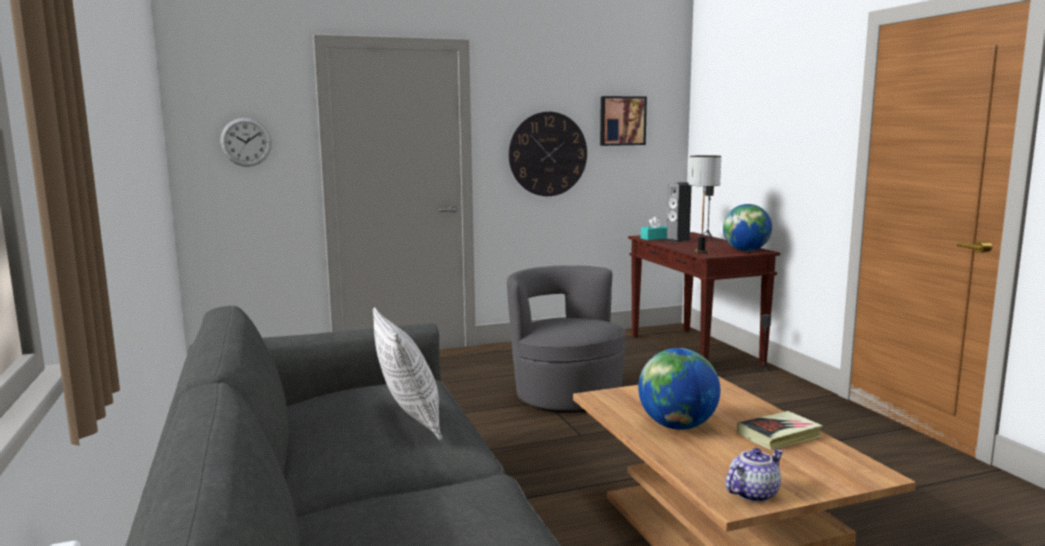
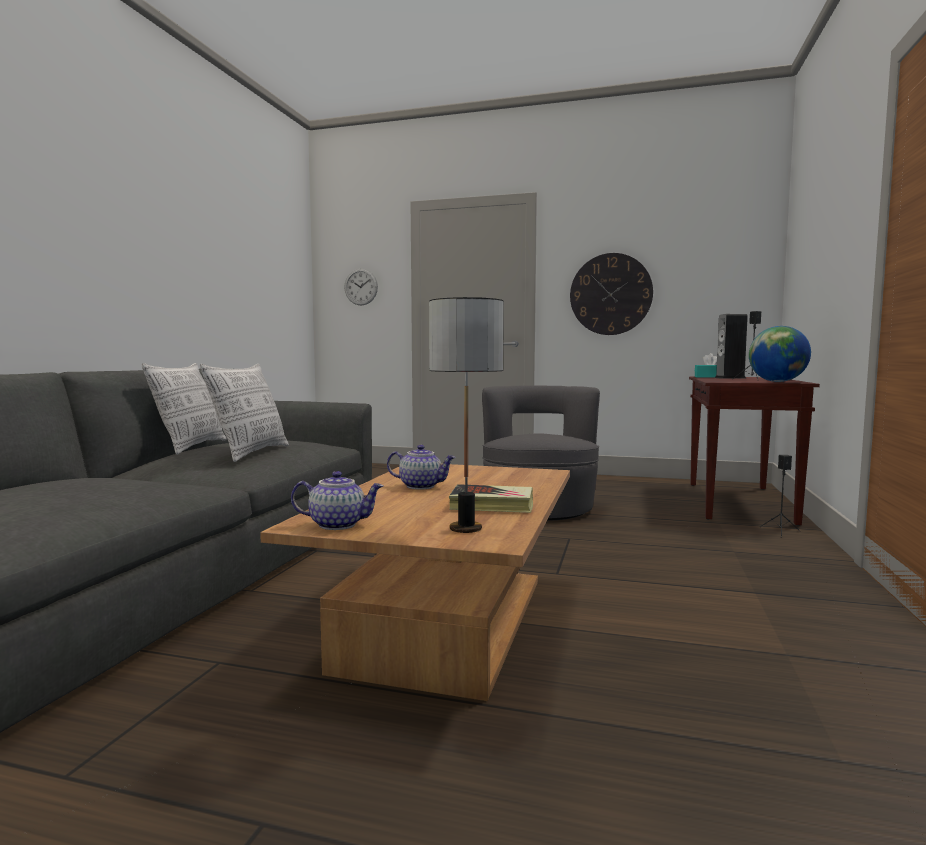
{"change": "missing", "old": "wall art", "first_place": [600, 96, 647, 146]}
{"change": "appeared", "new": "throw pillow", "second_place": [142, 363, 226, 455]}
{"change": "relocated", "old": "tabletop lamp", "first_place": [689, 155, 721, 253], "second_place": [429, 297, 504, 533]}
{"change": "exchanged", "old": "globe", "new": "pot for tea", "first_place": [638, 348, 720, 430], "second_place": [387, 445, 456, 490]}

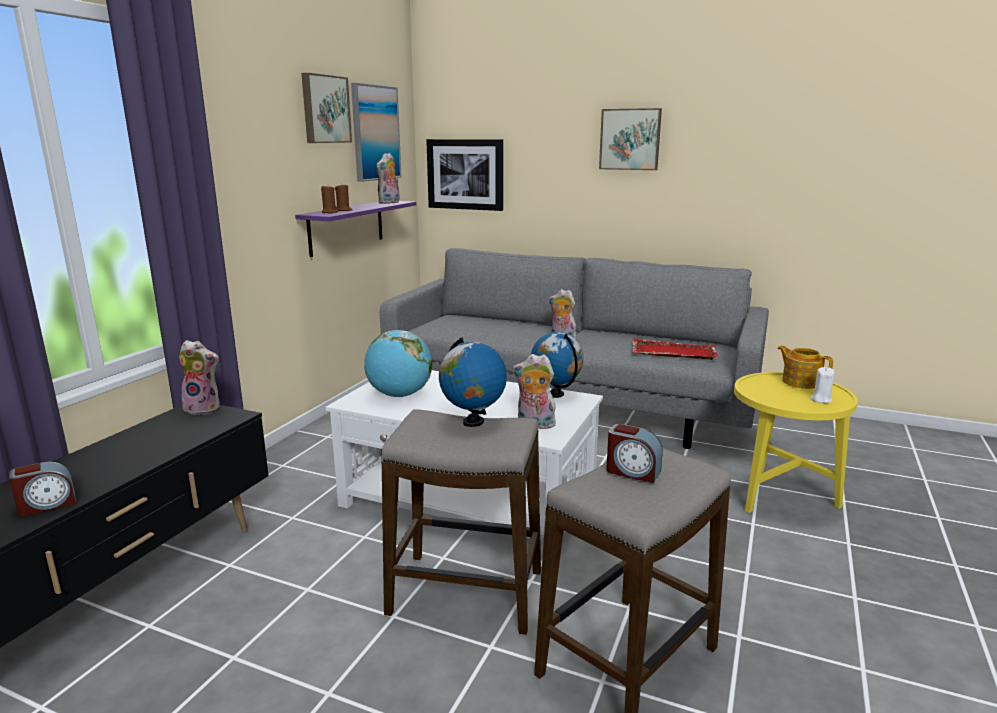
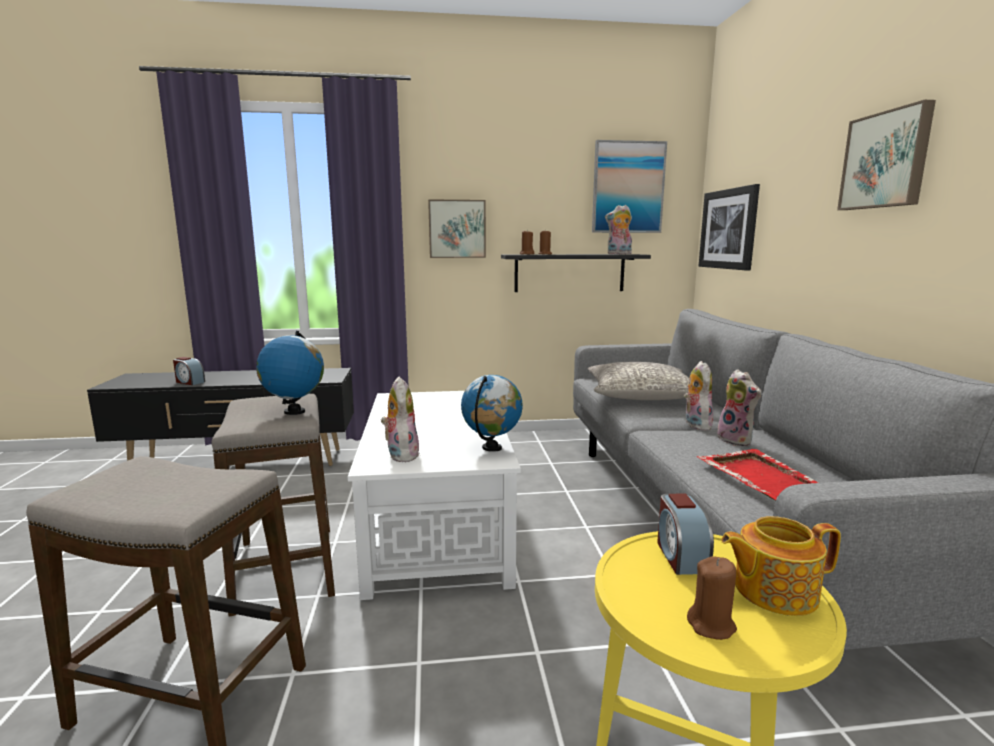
{"change": "missing", "old": "globe", "first_place": [364, 330, 432, 397]}
{"change": "appeared", "new": "gray throw pillow", "second_place": [587, 362, 689, 400]}
{"change": "relocated", "old": "cuddly toy", "first_place": [179, 340, 220, 415], "second_place": [717, 369, 761, 446]}
{"change": "relocated", "old": "wall art", "first_place": [301, 73, 352, 143], "second_place": [428, 199, 486, 258]}
{"change": "relocated", "old": "bedside clock", "first_place": [606, 424, 663, 483], "second_place": [657, 494, 714, 575]}
{"change": "colour", "old": "purple-coloured shelf", "new": "black-coloured shelf", "first_place": [295, 201, 416, 257], "second_place": [501, 254, 651, 292]}
{"change": "colour", "old": "white wax candle", "new": "brown wax candle", "first_place": [810, 367, 835, 403], "second_place": [687, 556, 737, 640]}
{"change": "spun", "old": "pot for tea", "first_place": [777, 346, 833, 389], "second_place": [721, 516, 841, 616], "degrees": -120}

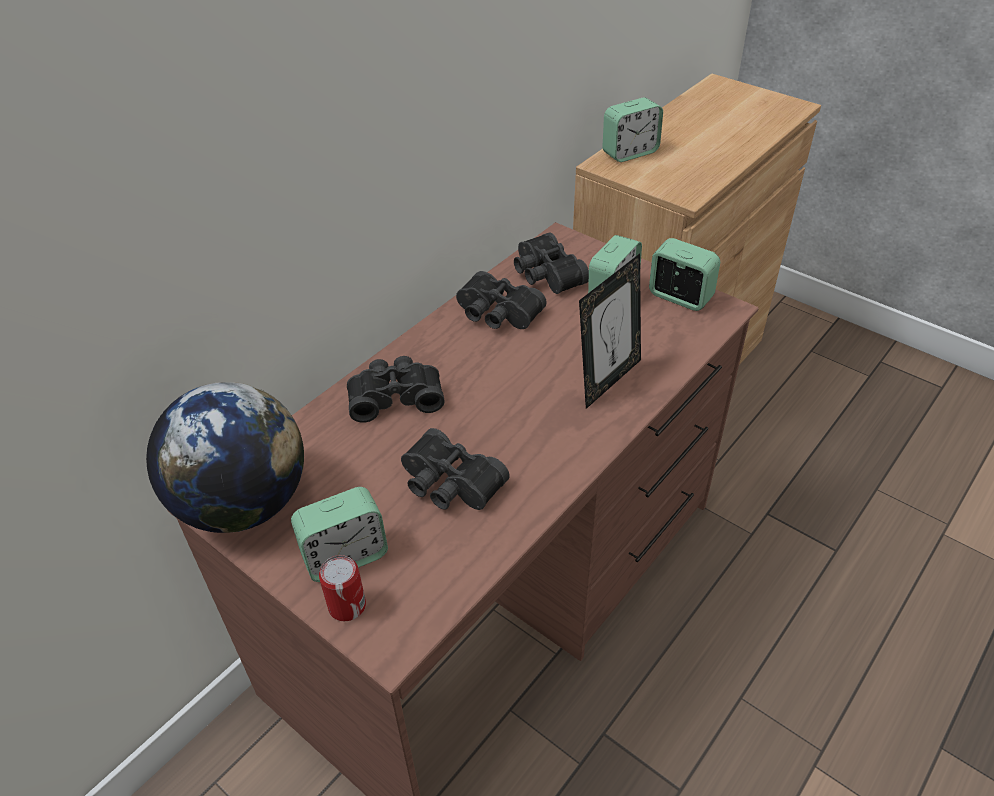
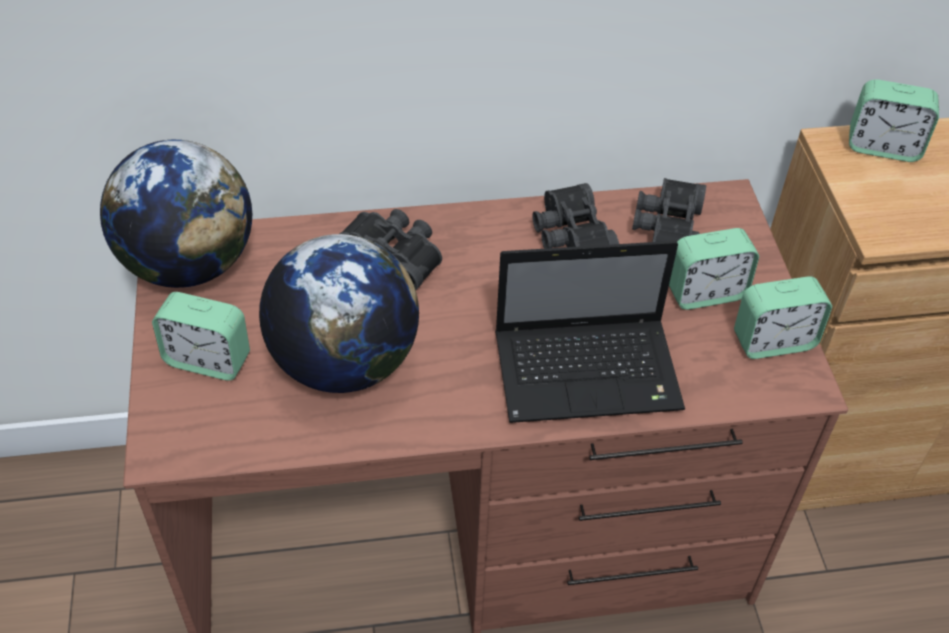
{"change": "missing", "old": "can", "first_place": [319, 555, 366, 621]}
{"change": "exchanged", "old": "black-coloured binoculars", "new": "globe", "first_place": [401, 428, 510, 510], "second_place": [259, 234, 419, 393]}
{"change": "exchanged", "old": "photo frame", "new": "laptop", "first_place": [579, 254, 641, 409], "second_place": [495, 241, 685, 423]}
{"change": "spun", "old": "bedside clock", "first_place": [649, 238, 720, 311], "second_place": [734, 276, 832, 359], "degrees": 90}

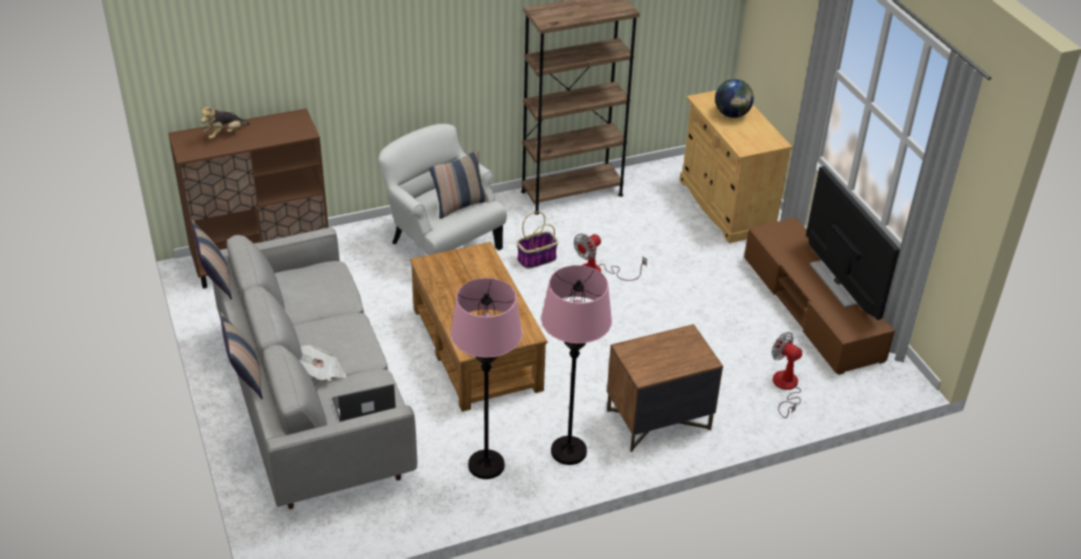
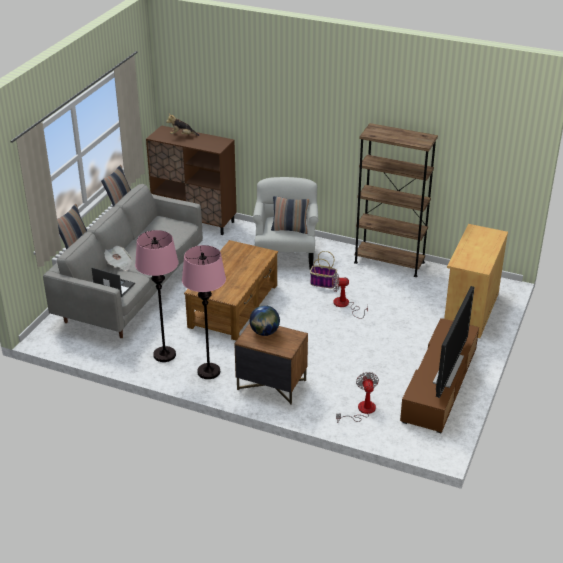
{"change": "relocated", "old": "globe", "first_place": [715, 79, 754, 118], "second_place": [249, 305, 280, 336]}

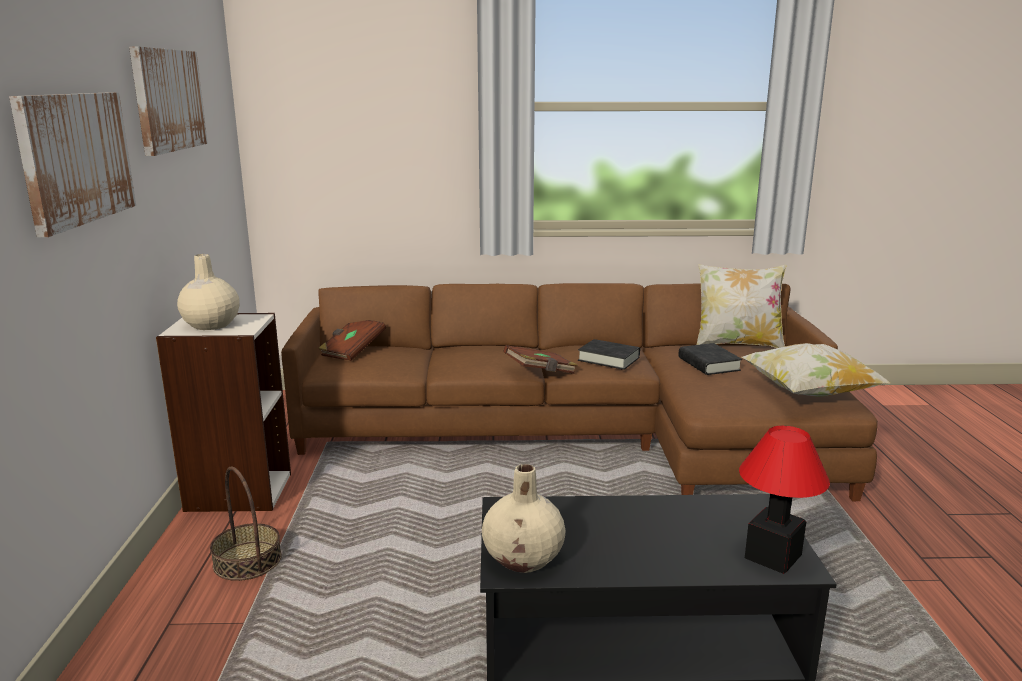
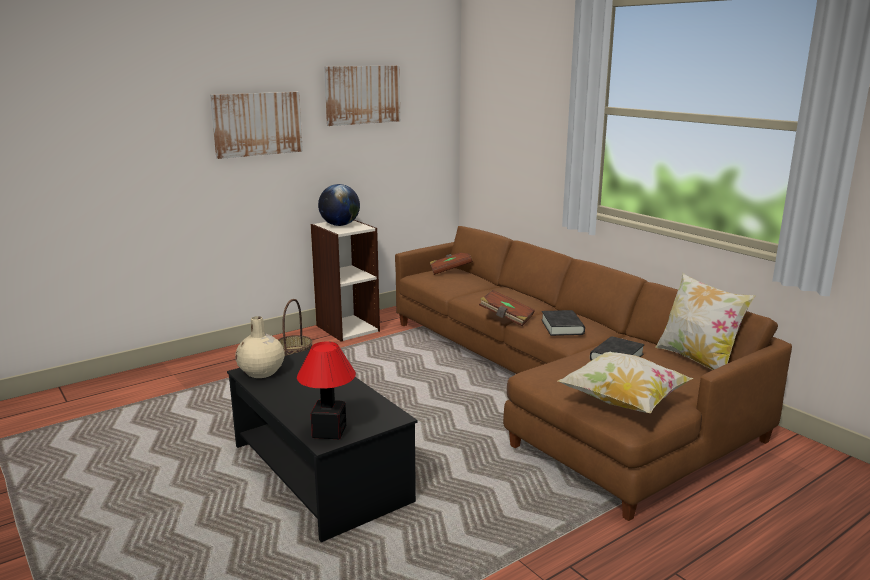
{"change": "exchanged", "old": "sand-coloured flower vase", "new": "globe", "first_place": [177, 254, 240, 330], "second_place": [318, 184, 360, 226]}

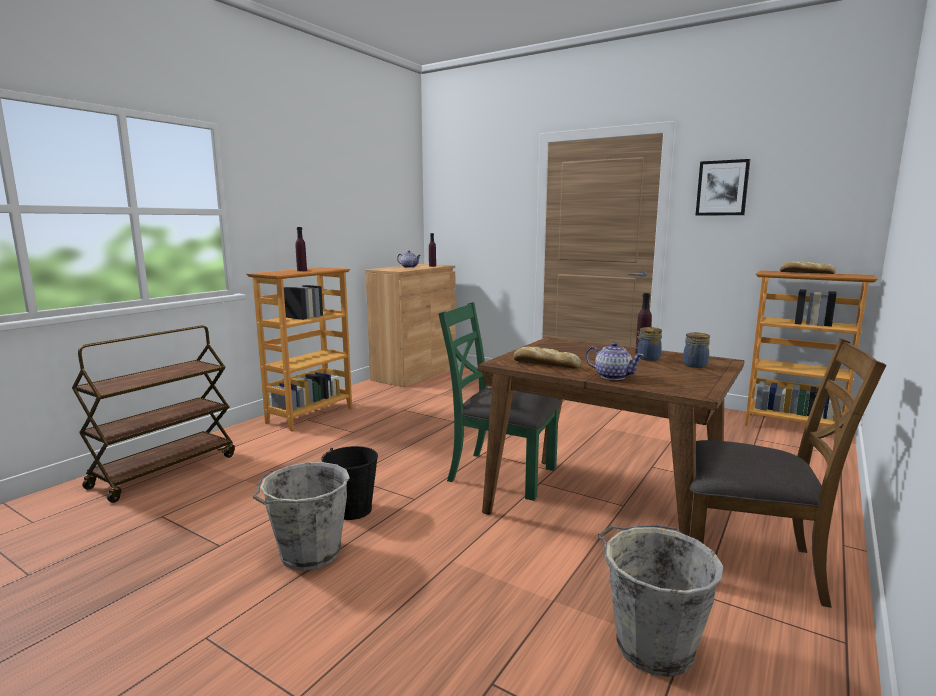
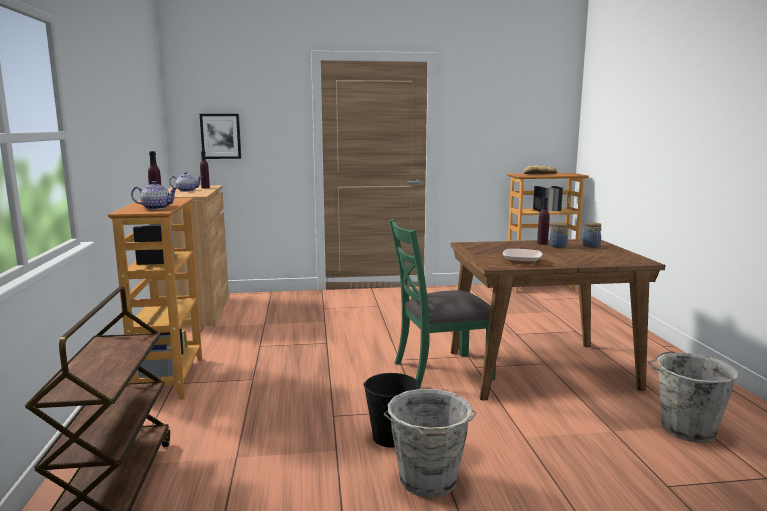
{"change": "missing", "old": "brown chair", "first_place": [689, 338, 886, 608]}
{"change": "relocated", "old": "pot for tea", "first_place": [586, 342, 644, 380], "second_place": [131, 181, 178, 210]}
{"change": "relocated", "old": "wall art", "first_place": [695, 159, 750, 216], "second_place": [200, 114, 241, 159]}
{"change": "exchanged", "old": "bakery bread", "new": "bowl", "first_place": [513, 347, 581, 368], "second_place": [503, 249, 543, 265]}

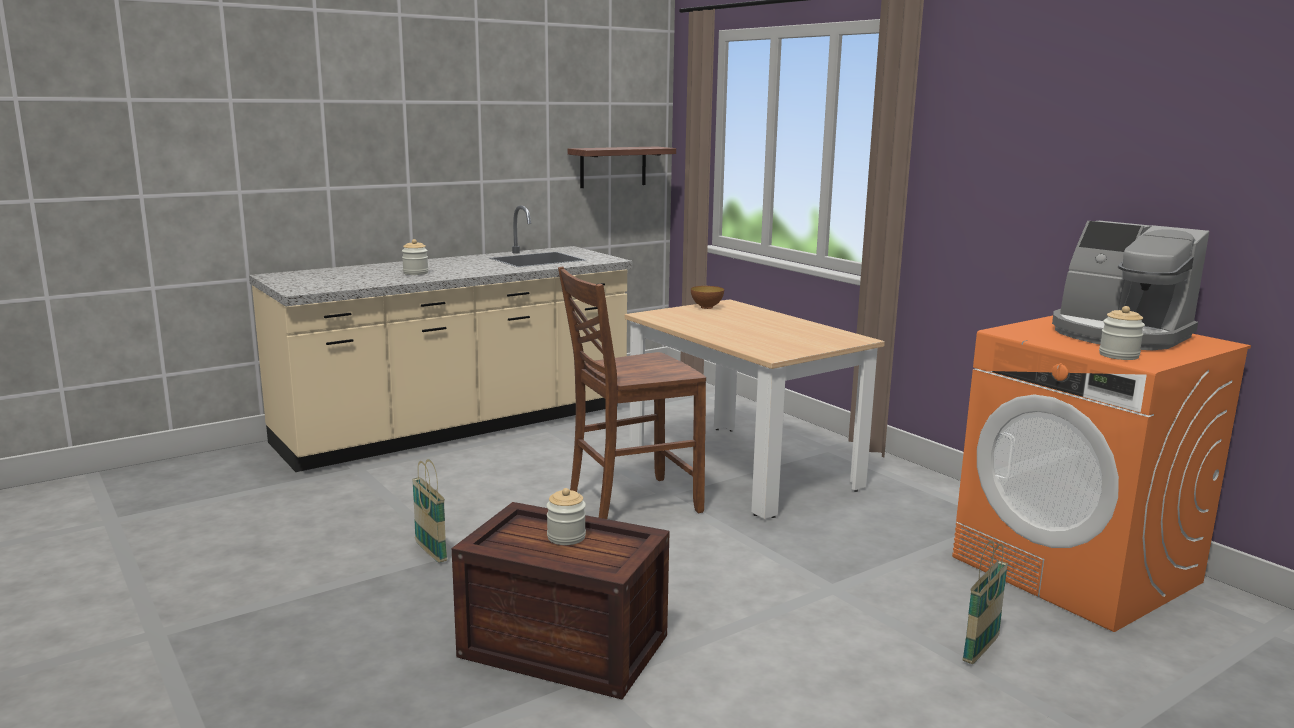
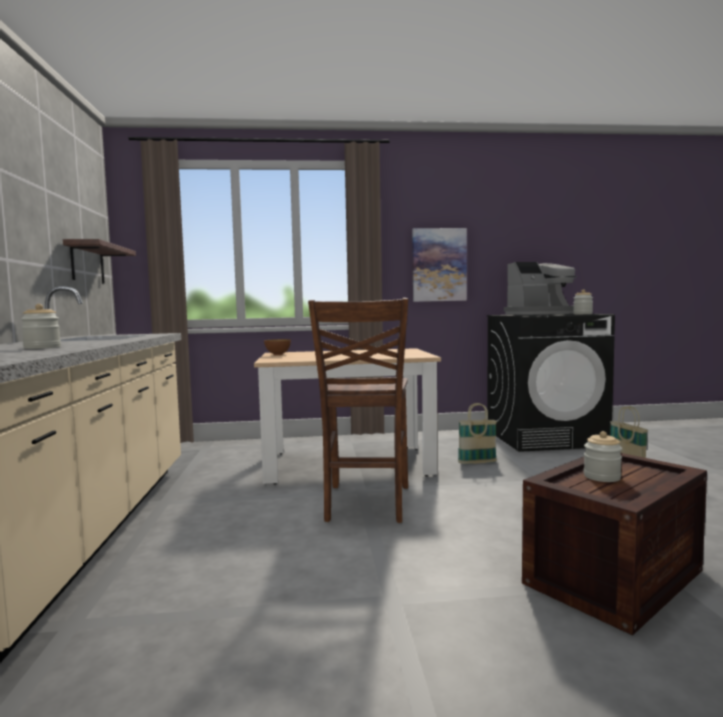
{"change": "appeared", "new": "wall art", "second_place": [412, 228, 467, 302]}
{"change": "relocated", "old": "basket", "first_place": [412, 459, 447, 563], "second_place": [458, 403, 497, 464]}
{"change": "colour", "old": "orangey laundry machine", "new": "black-coloured laundry machine", "first_place": [952, 316, 1251, 632], "second_place": [487, 314, 615, 452]}

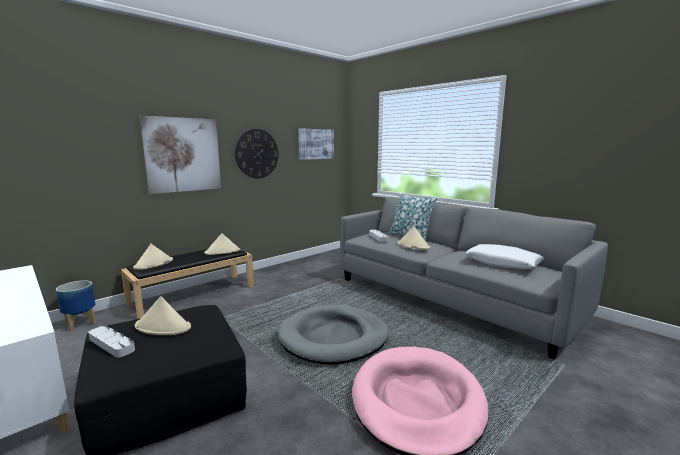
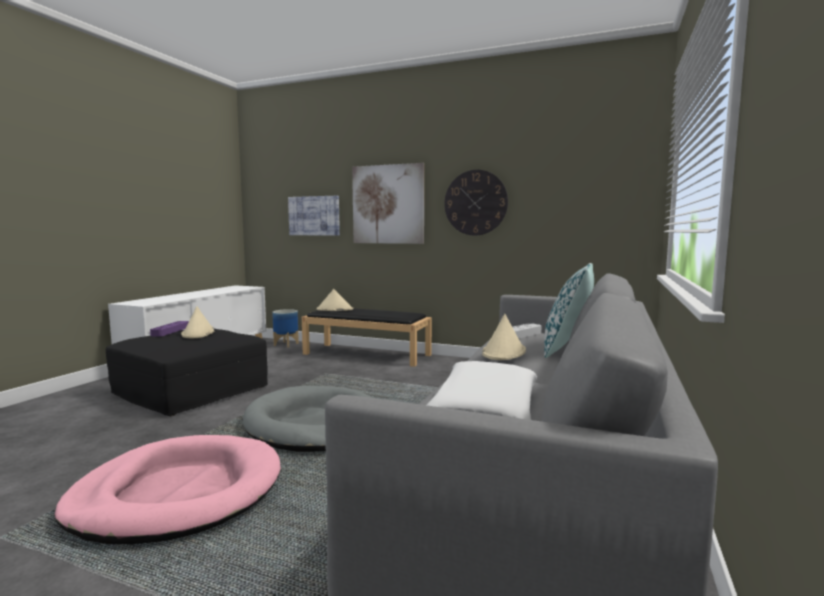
{"change": "missing", "old": "sand-coloured clothing hat", "first_place": [204, 233, 240, 255]}
{"change": "relocated", "old": "wall art", "first_place": [299, 128, 334, 160], "second_place": [288, 196, 340, 235]}
{"change": "colour", "old": "gray carrying tray", "new": "purple-coloured carrying tray", "first_place": [88, 326, 135, 358], "second_place": [150, 321, 189, 337]}

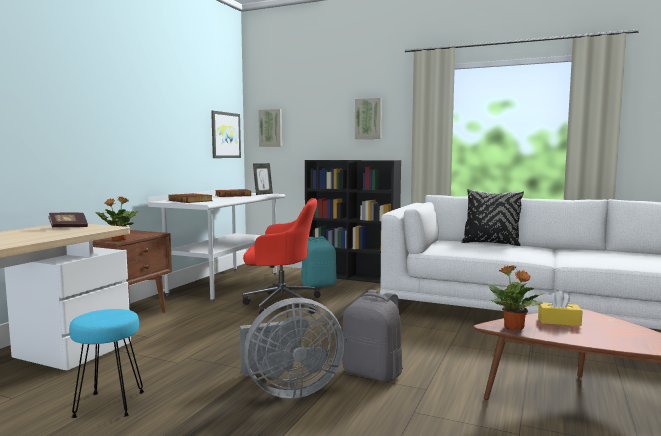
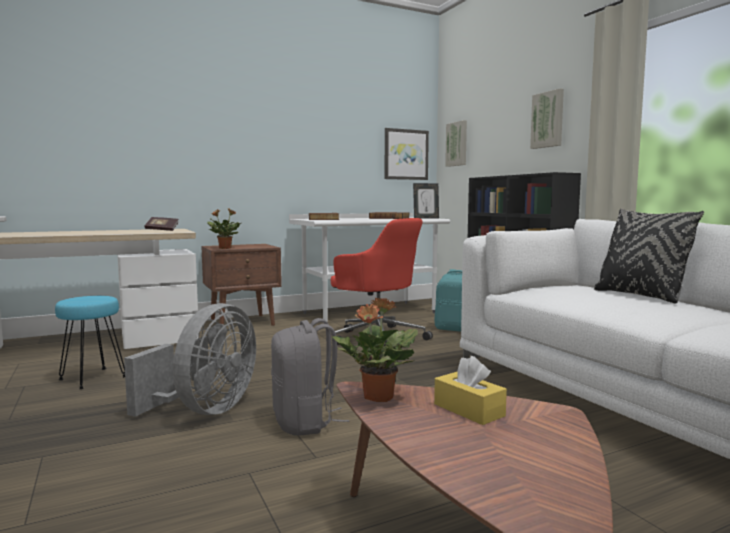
{"change": "spun", "old": "gray cooling fan", "first_place": [240, 298, 344, 399], "second_place": [124, 303, 256, 417], "degrees": -90}

